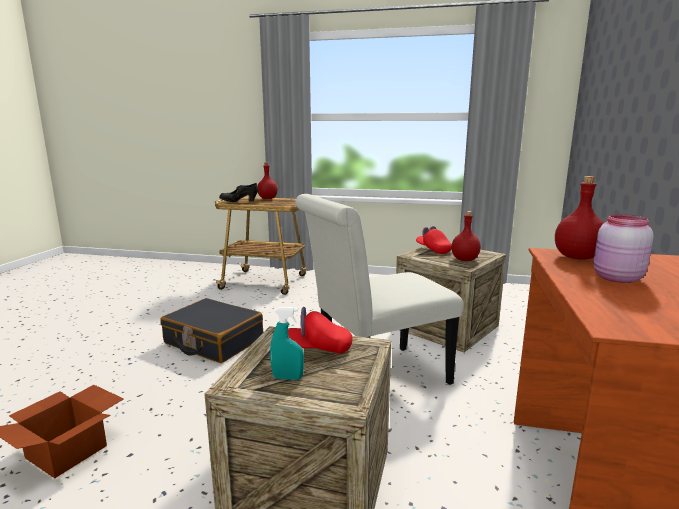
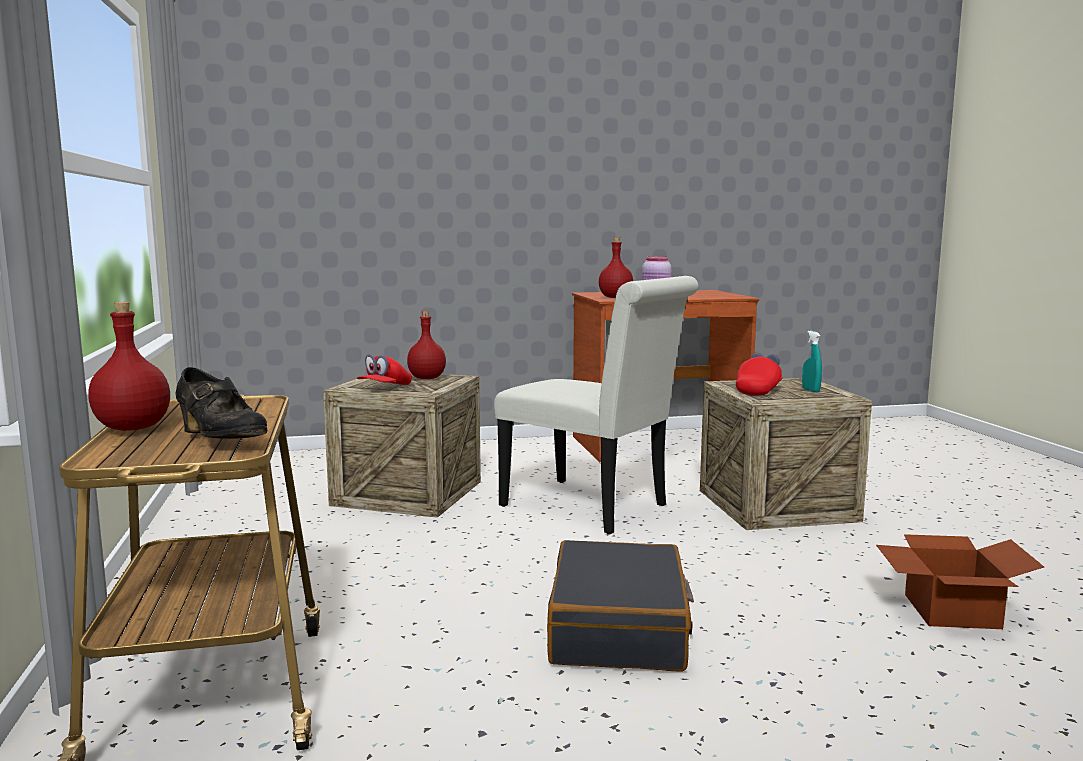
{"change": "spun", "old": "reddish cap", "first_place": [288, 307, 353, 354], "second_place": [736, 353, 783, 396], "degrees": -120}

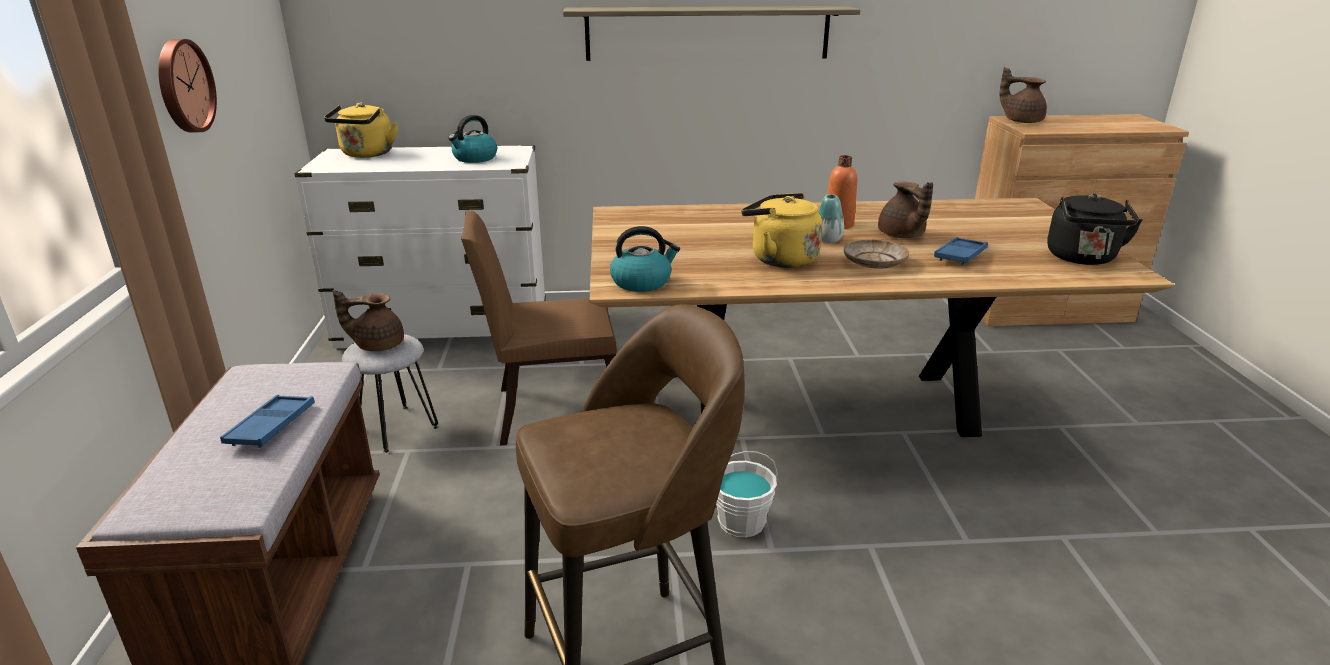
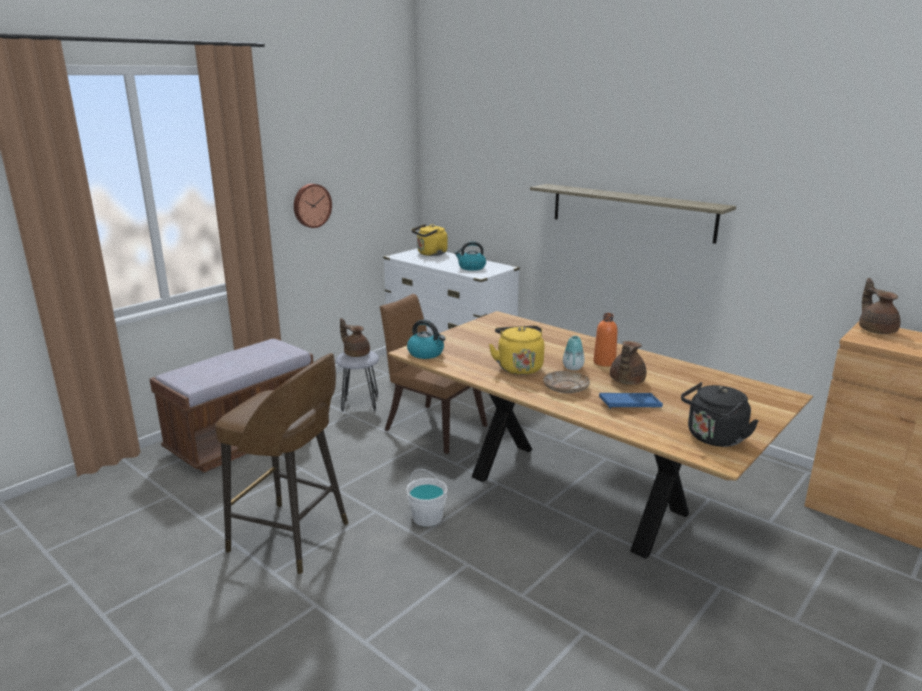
{"change": "missing", "old": "blue-coloured carrying tray", "first_place": [220, 395, 315, 448]}

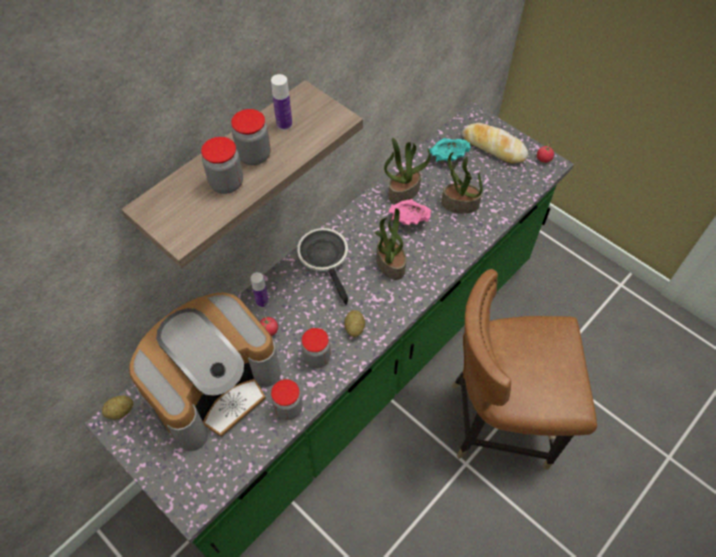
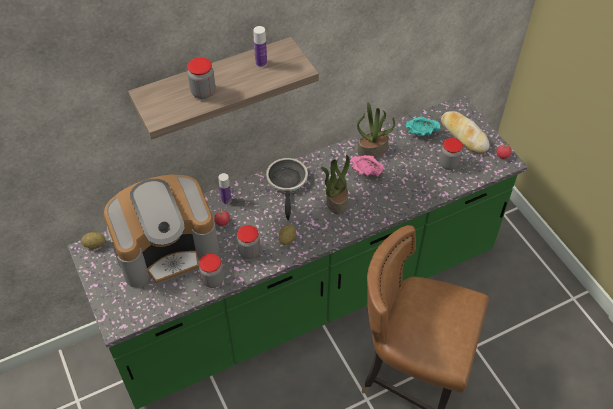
{"change": "missing", "old": "houseplant", "first_place": [441, 152, 483, 214]}
{"change": "relocated", "old": "preserve jar", "first_place": [231, 109, 270, 165], "second_place": [439, 138, 463, 170]}

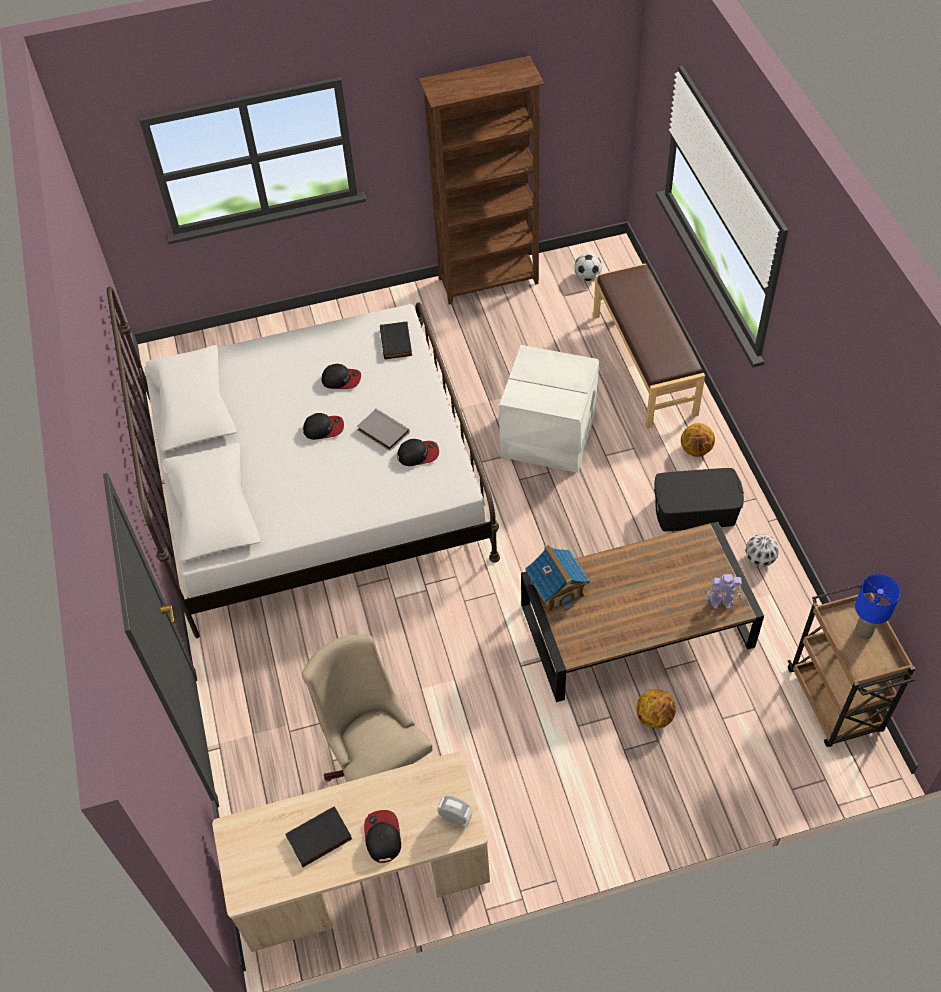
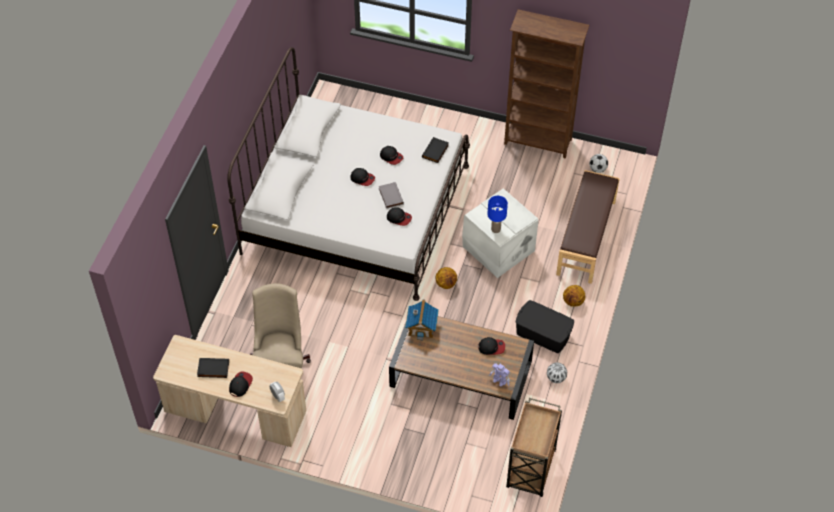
{"change": "appeared", "new": "cap", "second_place": [478, 337, 505, 355]}
{"change": "relocated", "old": "basketball ball", "first_place": [637, 689, 676, 728], "second_place": [435, 267, 457, 289]}
{"change": "relocated", "old": "blue-coloured tabletop lamp", "first_place": [855, 574, 901, 640], "second_place": [487, 196, 508, 233]}

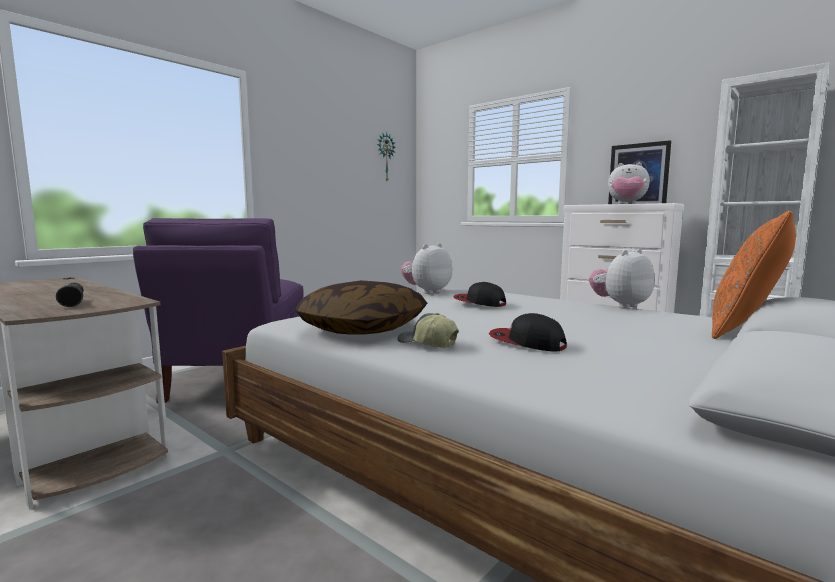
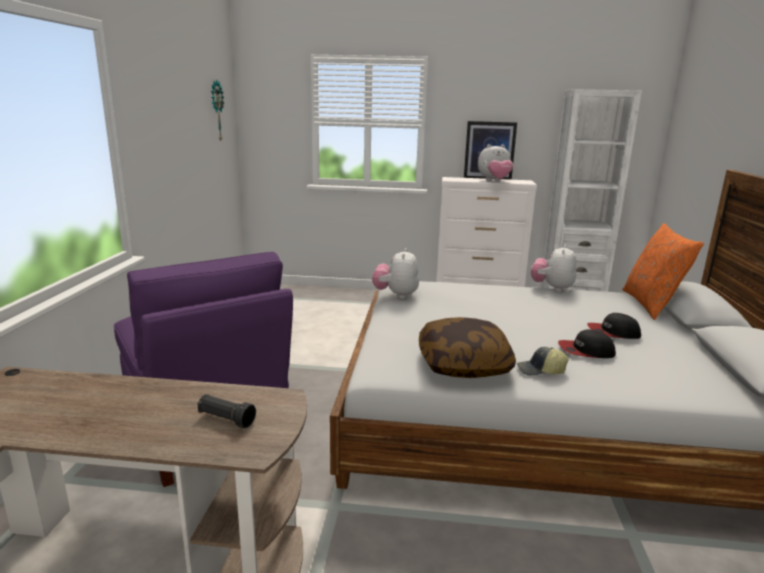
{"change": "relocated", "old": "cap", "first_place": [453, 282, 506, 307], "second_place": [587, 313, 641, 339]}

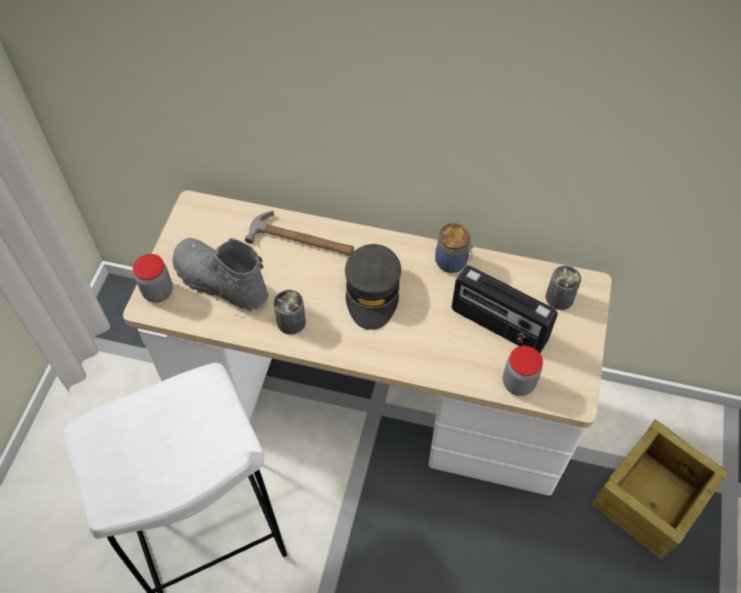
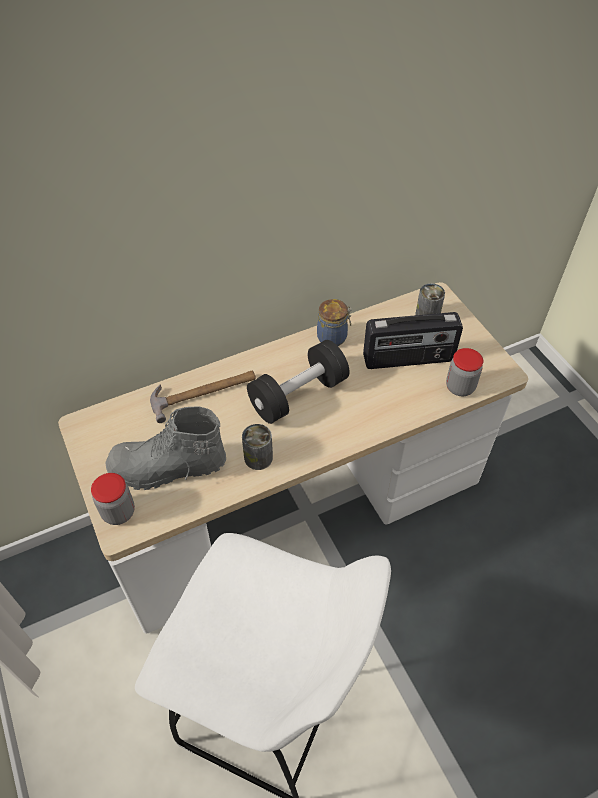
{"change": "missing", "old": "shipping crate", "first_place": [592, 419, 729, 559]}
{"change": "exchanged", "old": "gray cap", "new": "black-coloured hand weight", "first_place": [345, 244, 401, 330], "second_place": [247, 340, 349, 424]}

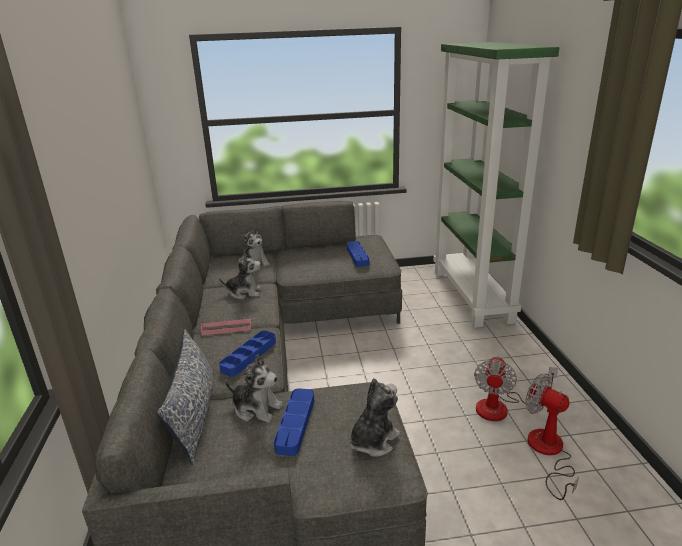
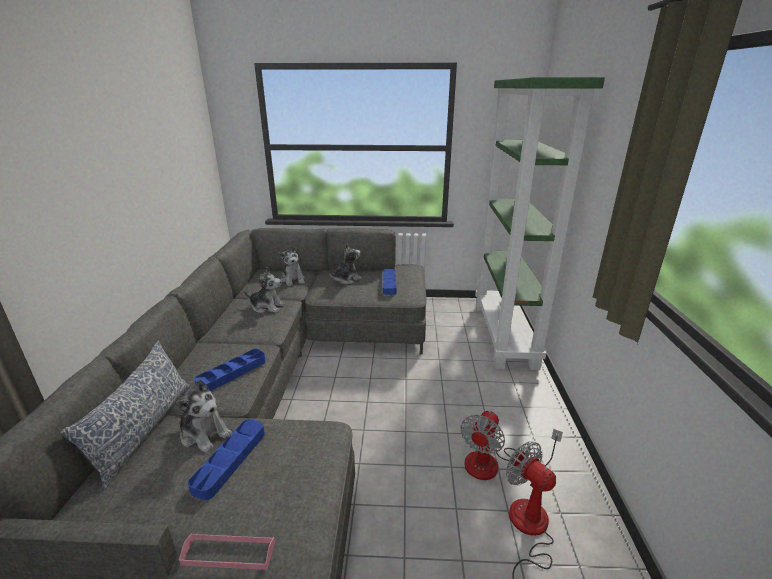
{"change": "relocated", "old": "pinkish carrying tray", "first_place": [201, 318, 251, 335], "second_place": [179, 533, 275, 570]}
{"change": "relocated", "old": "cuddly toy", "first_place": [350, 378, 400, 457], "second_place": [329, 243, 362, 284]}

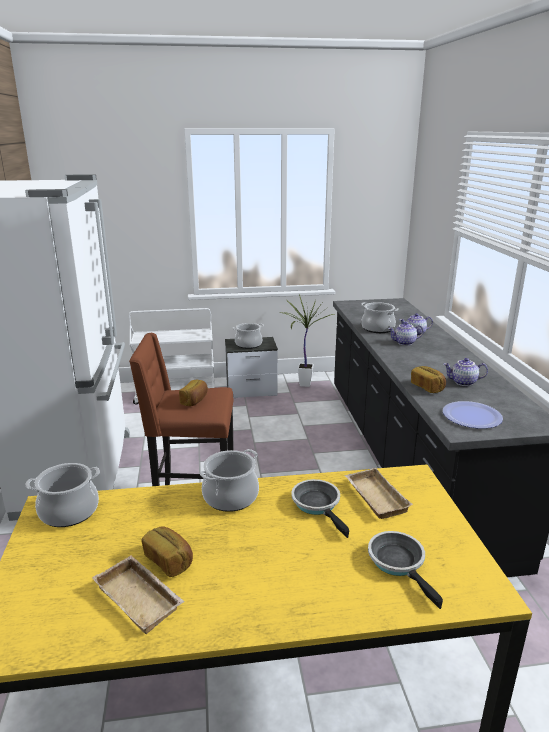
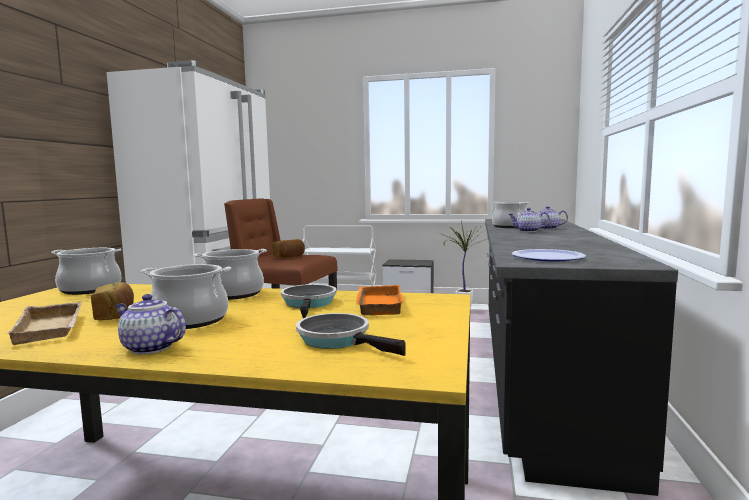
{"change": "missing", "old": "bakery bread", "first_place": [411, 366, 446, 393]}
{"change": "relocated", "old": "saucepot", "first_place": [233, 323, 264, 349], "second_place": [141, 264, 231, 329]}
{"change": "relocated", "old": "pot for tea", "first_place": [443, 358, 488, 386], "second_place": [114, 294, 186, 355]}
{"change": "colour", "old": "sand-coloured carrying tray", "new": "orangey carrying tray", "first_place": [345, 468, 413, 519], "second_place": [356, 285, 404, 316]}
{"change": "spun", "old": "pan", "first_place": [368, 531, 443, 609], "second_place": [296, 313, 406, 356], "degrees": -45}

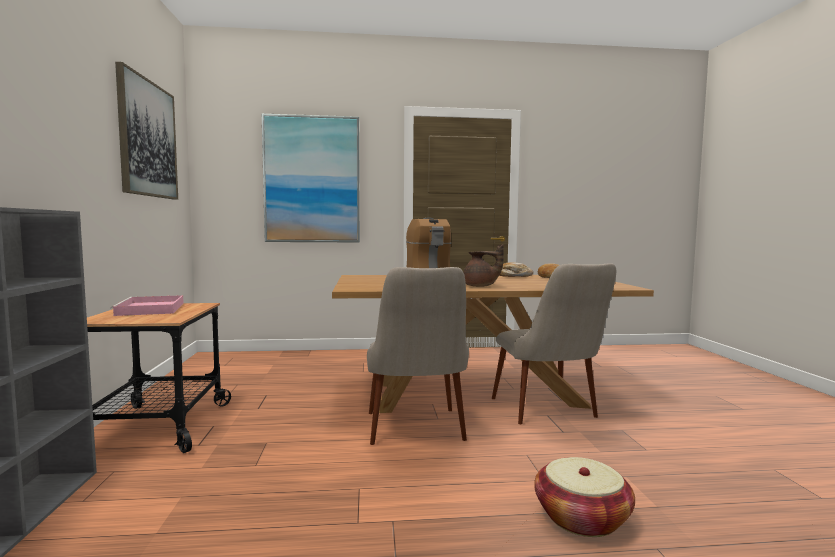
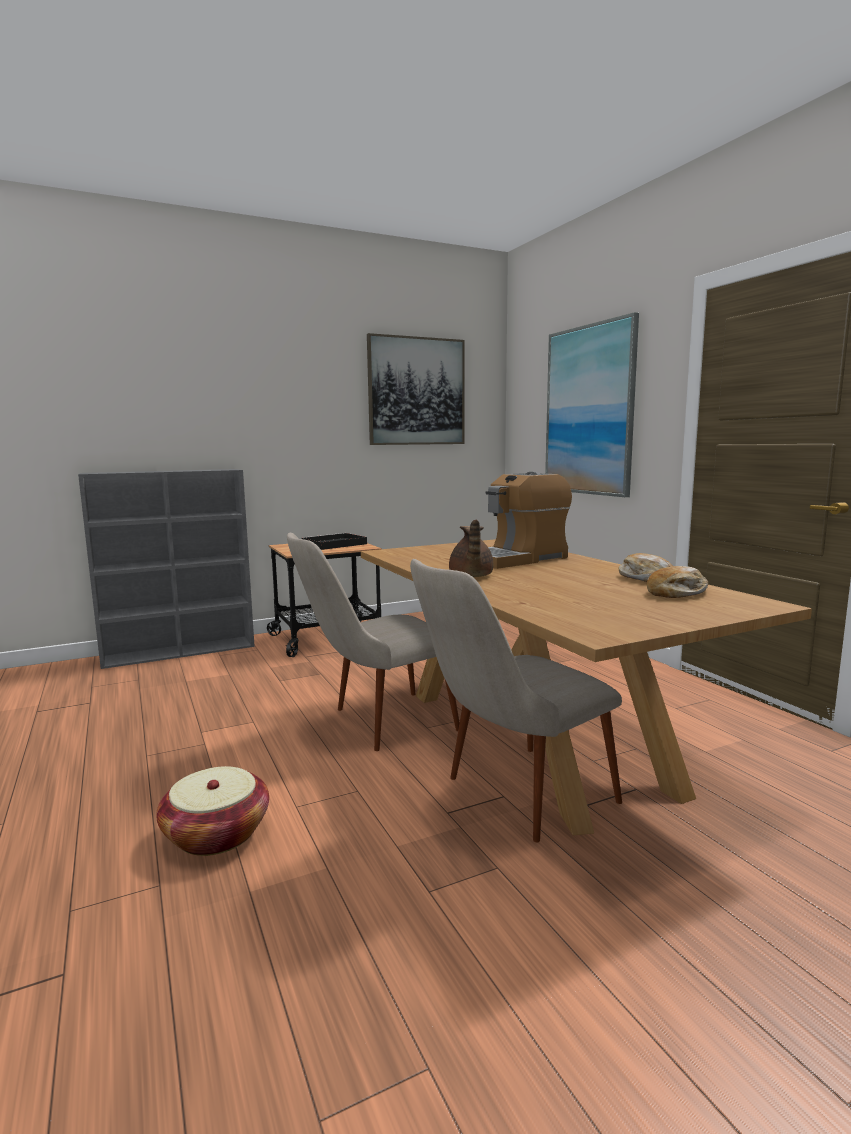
{"change": "colour", "old": "pinkish carrying tray", "new": "black-coloured carrying tray", "first_place": [110, 295, 184, 316], "second_place": [301, 533, 367, 550]}

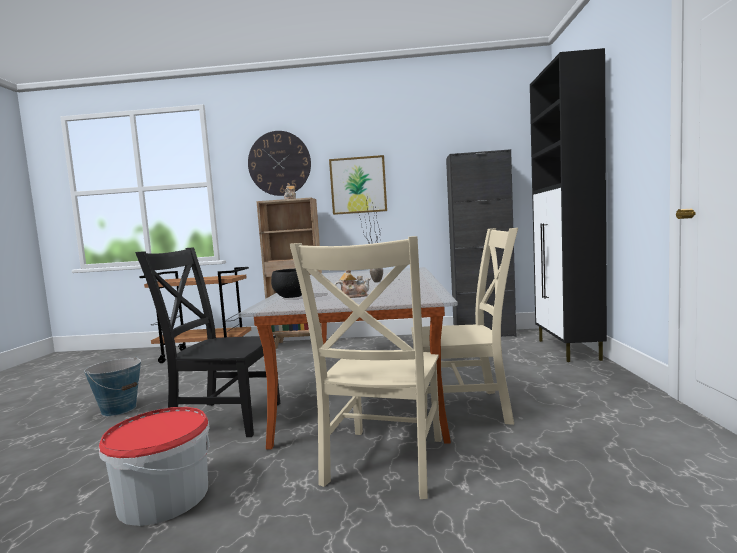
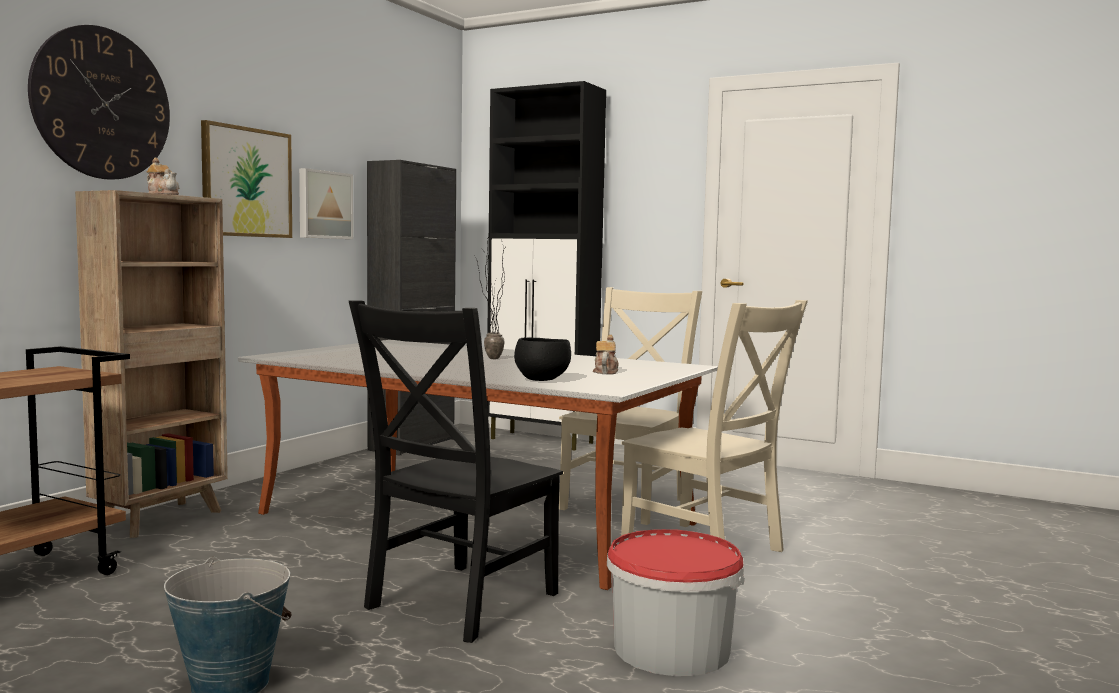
{"change": "appeared", "new": "wall art", "second_place": [299, 168, 353, 239]}

